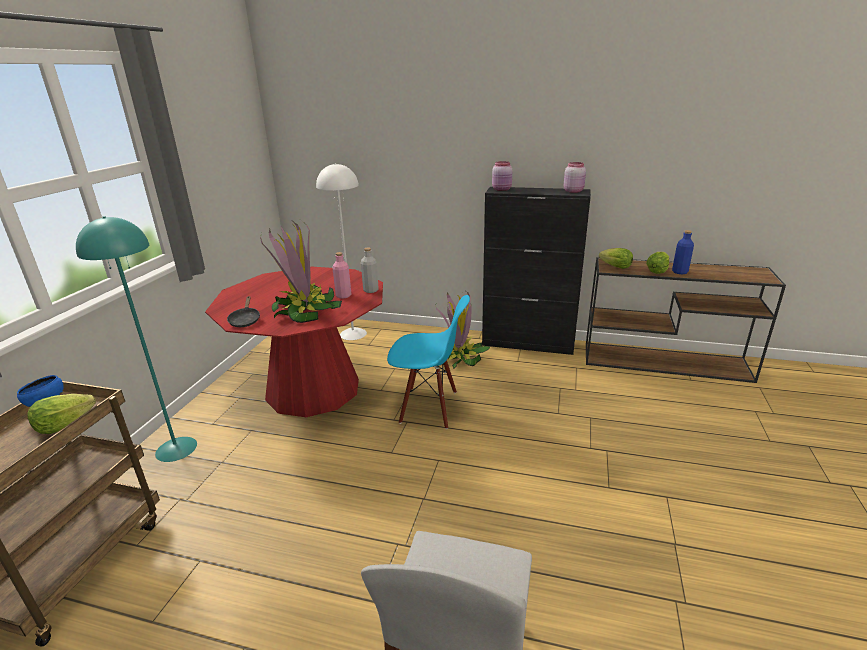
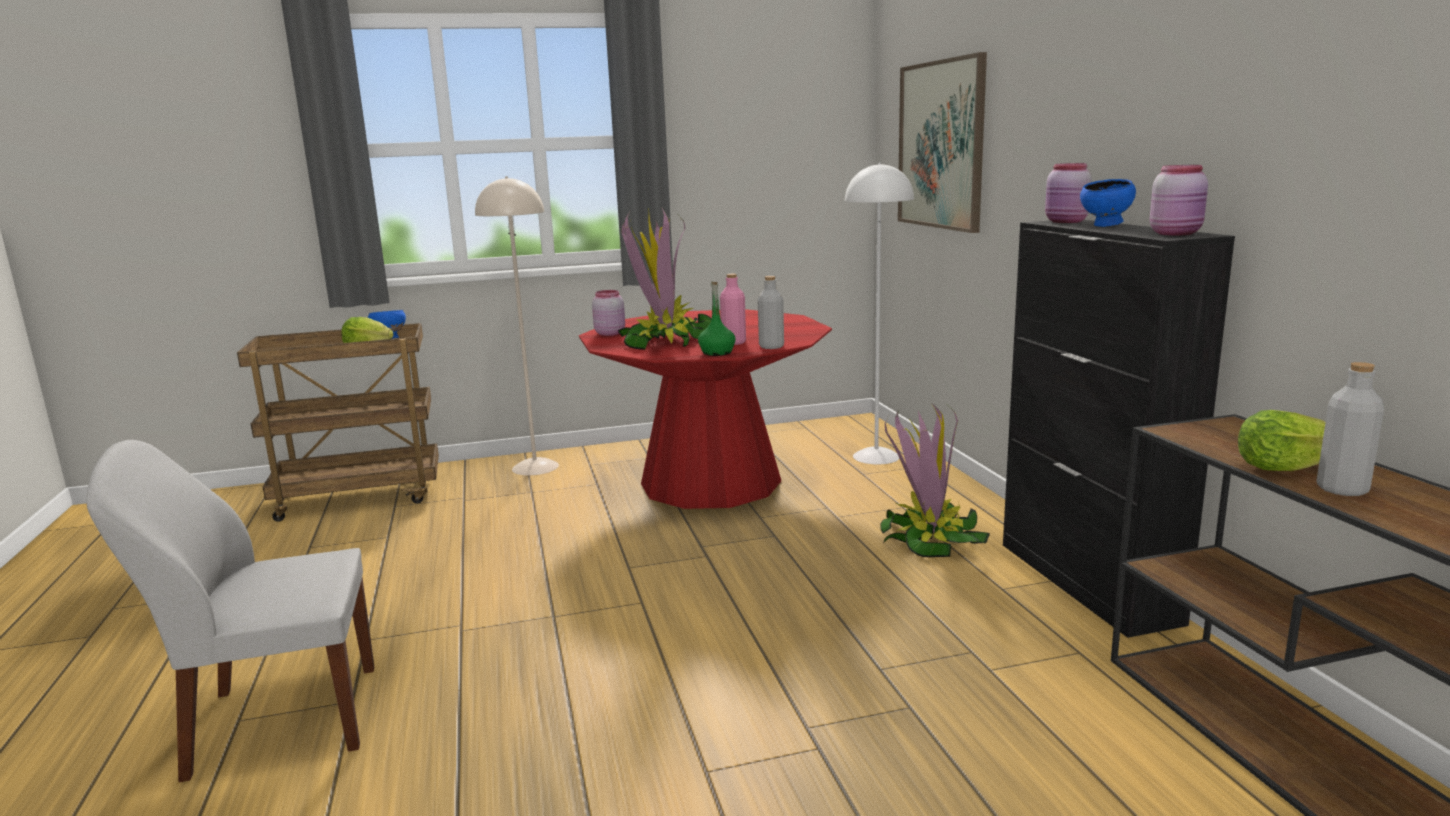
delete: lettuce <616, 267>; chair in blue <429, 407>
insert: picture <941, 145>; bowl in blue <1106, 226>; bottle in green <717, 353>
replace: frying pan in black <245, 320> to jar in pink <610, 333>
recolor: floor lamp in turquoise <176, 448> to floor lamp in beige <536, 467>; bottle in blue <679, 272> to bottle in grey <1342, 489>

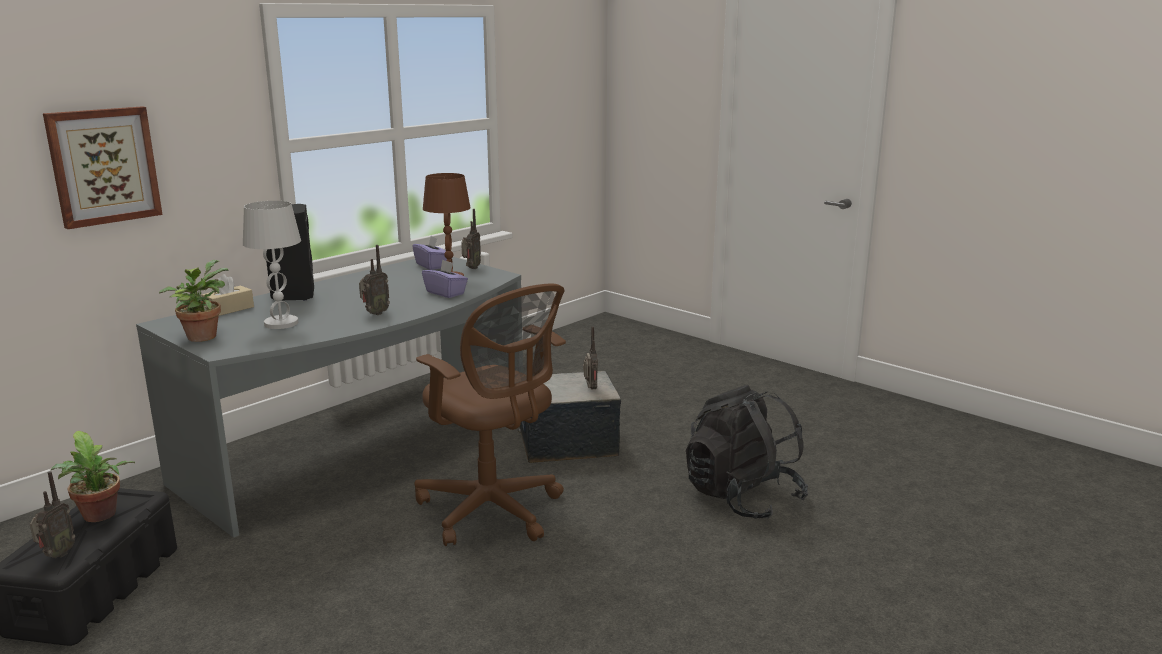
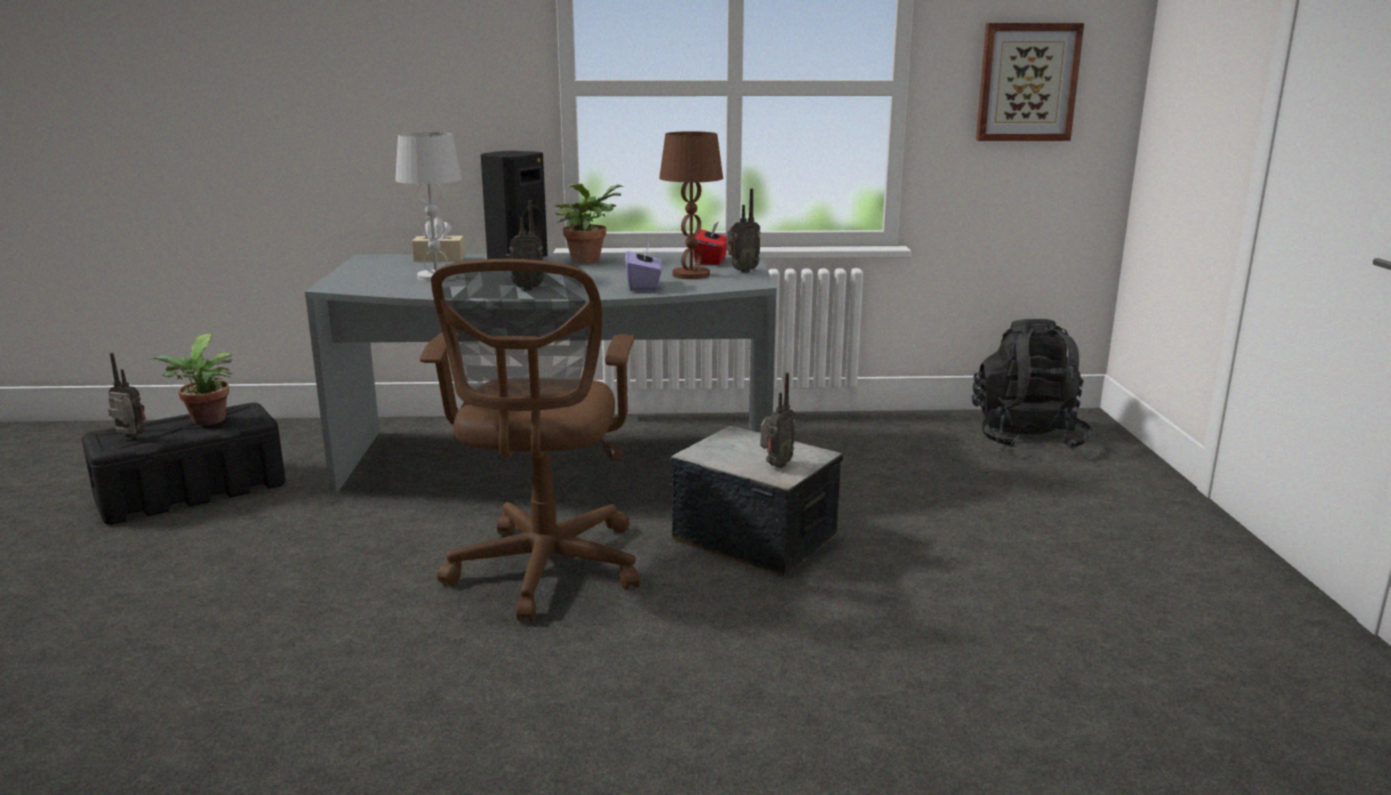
move: picture <103, 166> to <1027, 82>; potted plant <202, 336> to <588, 259>; backpack in black <742, 497> to <1026, 438>
recolor: tissue box in purple <432, 266> to tissue box in red <711, 261>
rotate: radio <56, 555> = <130, 438> 135 degrees counterclockwise

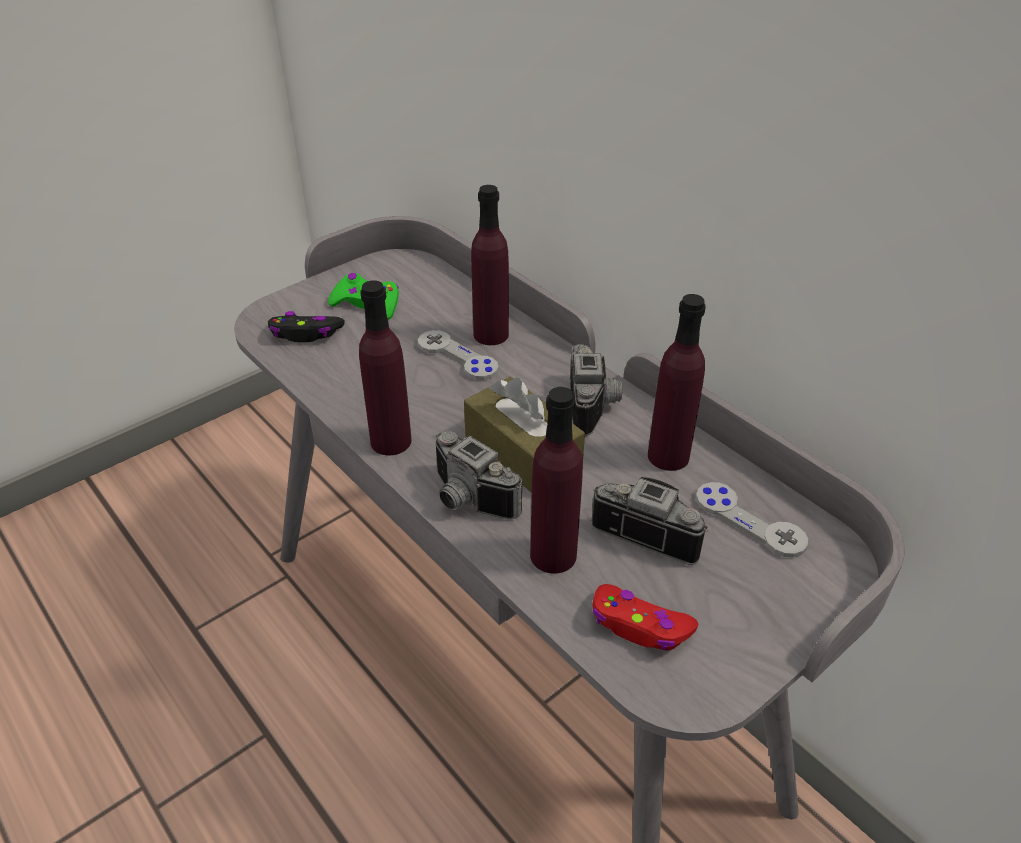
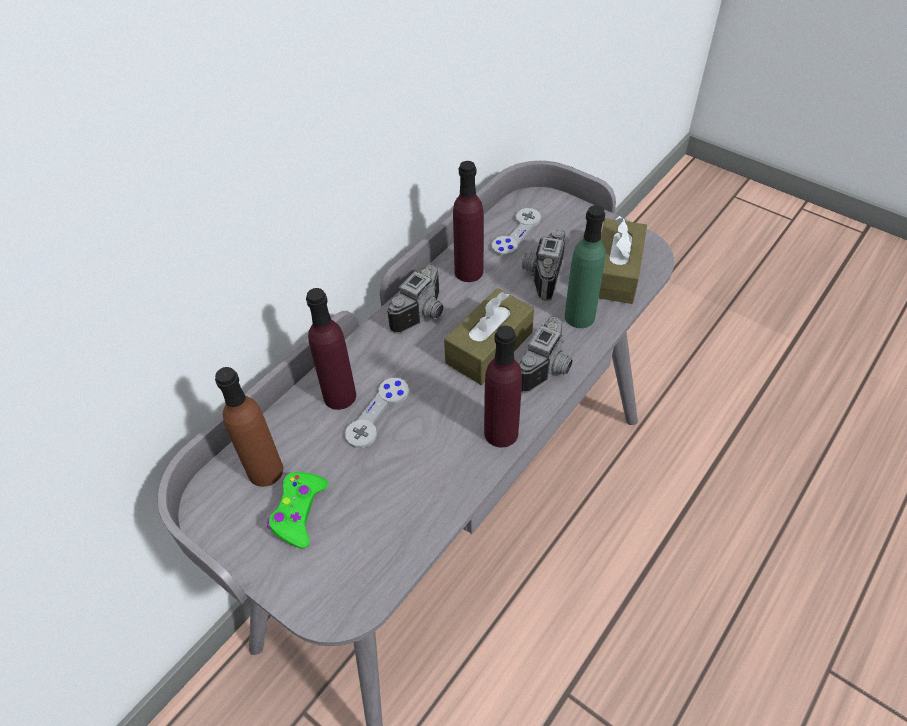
delete: game controller in black <306, 334>
insert: bottle in brown <265, 471>
replace: game controller in red <640, 626> to tissue box in brown <616, 273>
recolor: bottle in purple <553, 555> to bottle in green <579, 316>
rotate: photo camera <595, 406> = <424, 314> 135 degrees clockwise

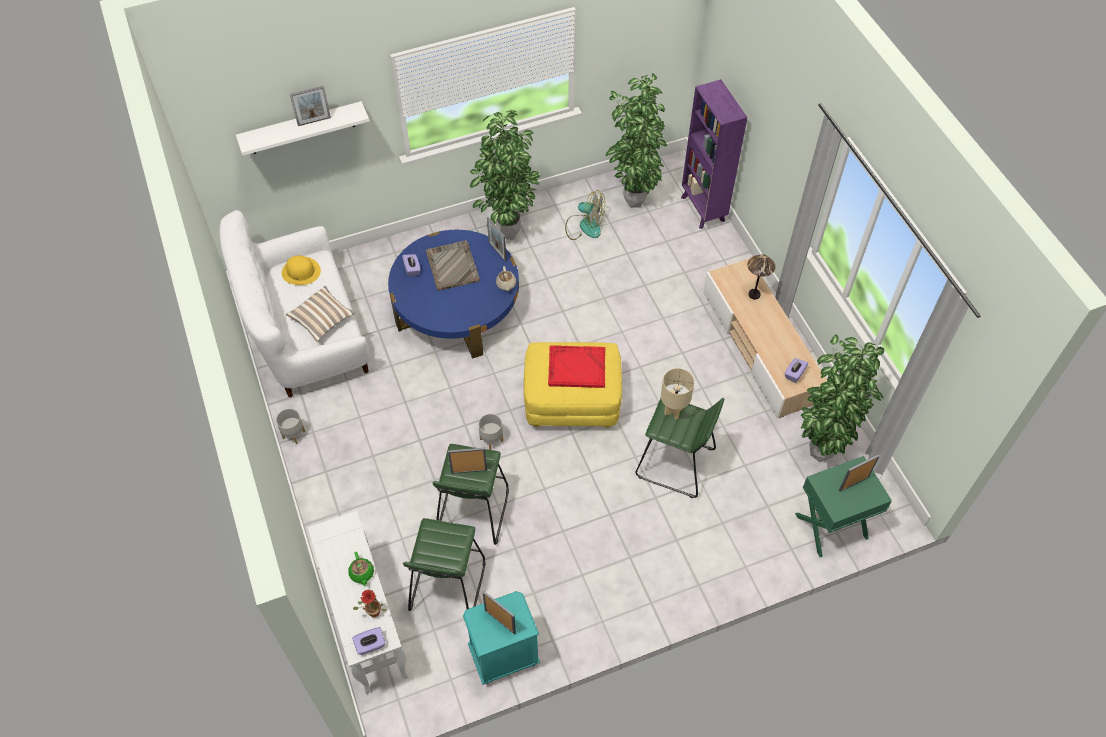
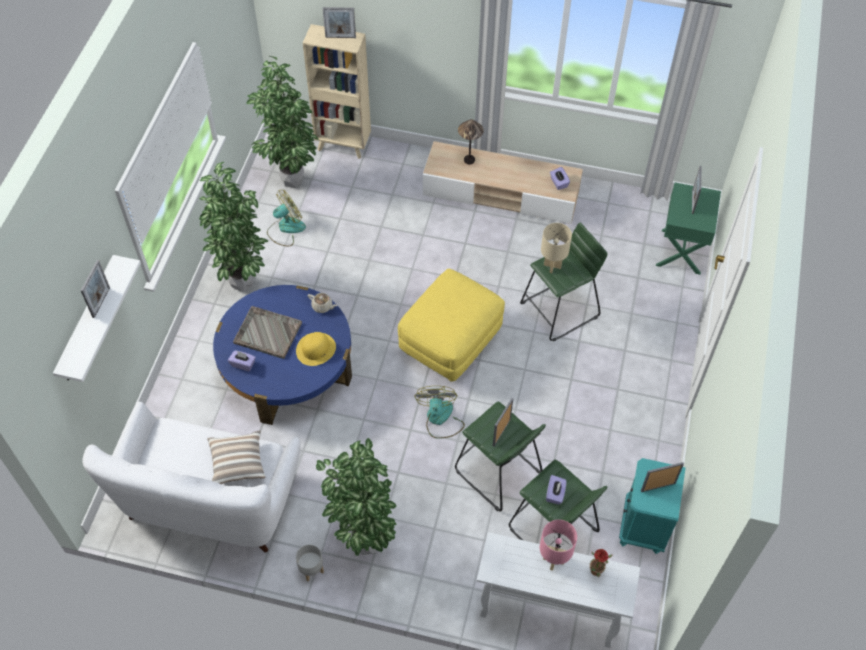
delete: tray in red <576, 367>
move: picture frame <497, 251> to <340, 37>; hat in yellow <301, 271> to <316, 349>; potted plant <820, 449> to <364, 543>; tissue box in purple <370, 645> to <555, 494>
replace: planter in grey <491, 439> to fan <440, 419>; teapot in green <362, 574> to table lamp in pink <553, 560>
recolor: bookcase in purple <703, 210> to bookcase in beige <343, 145>

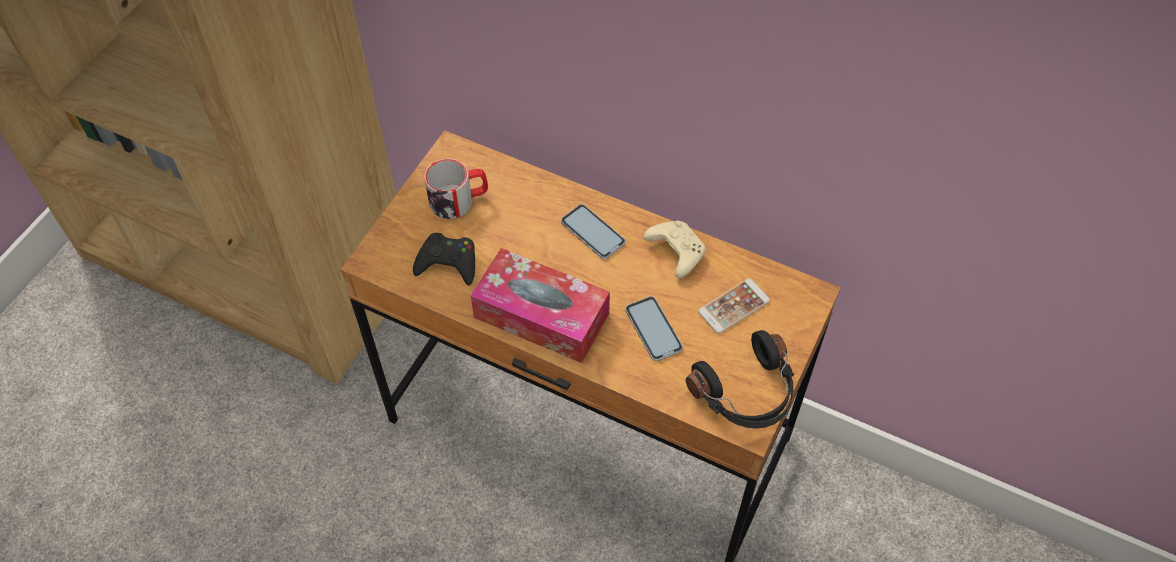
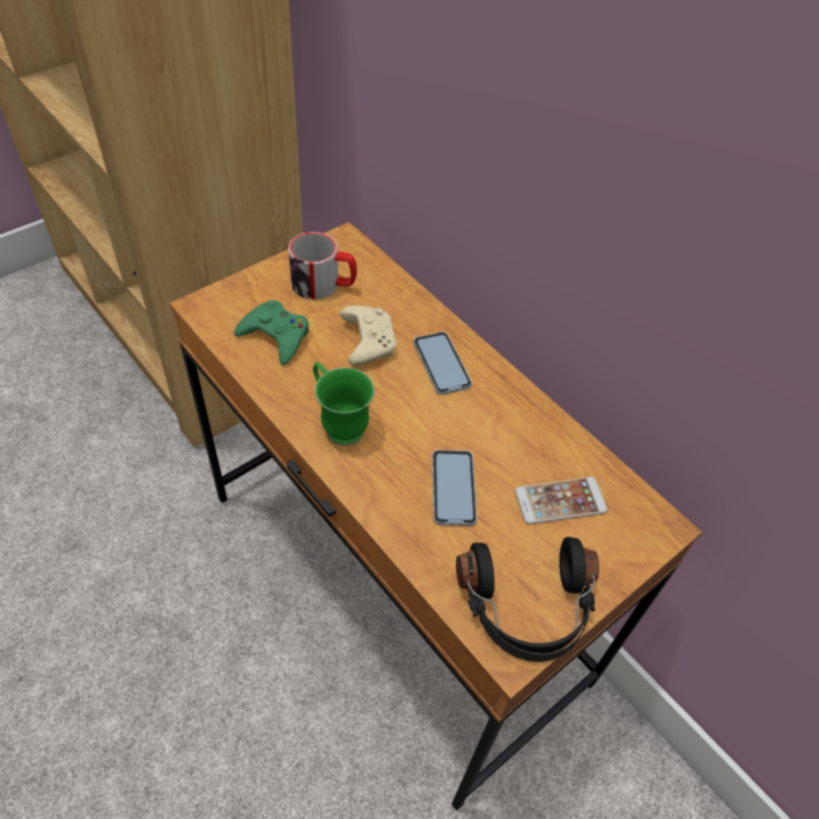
move: game controller in beige <675, 251> to <367, 341>
replace: tissue box <541, 315> to mug in green <338, 424>
recolor: game controller in black <448, 262> to game controller in green <276, 336>

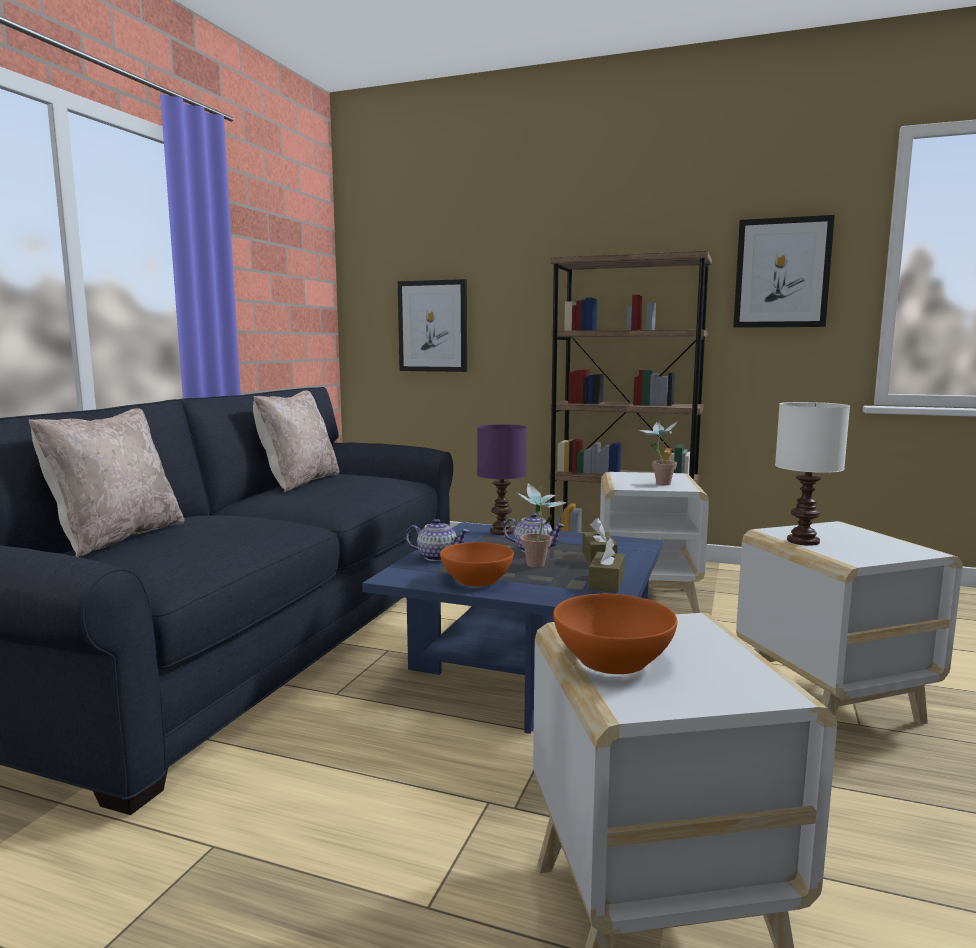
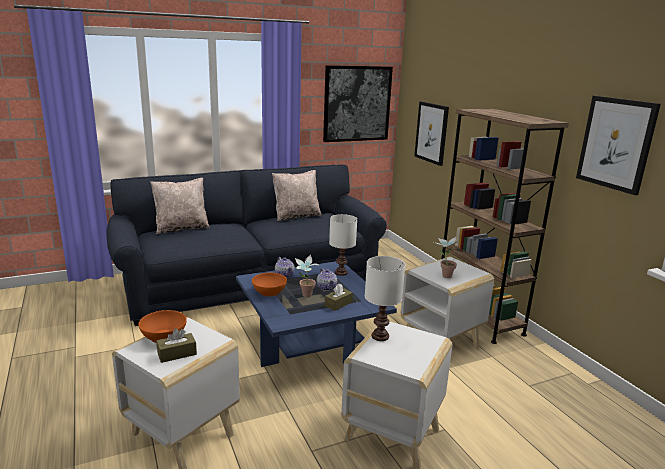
insert: picture <357, 104>
move: tissue box in brown <606, 582> to <177, 354>
recolor: table lamp in purple <501, 532> to table lamp in white <341, 272>

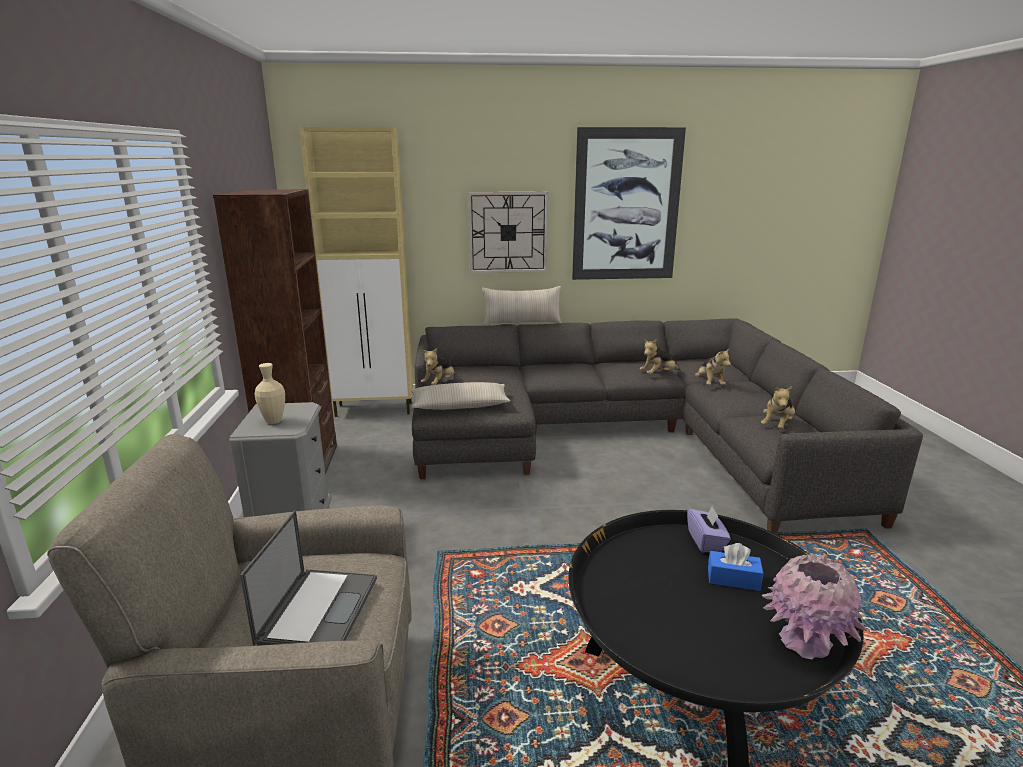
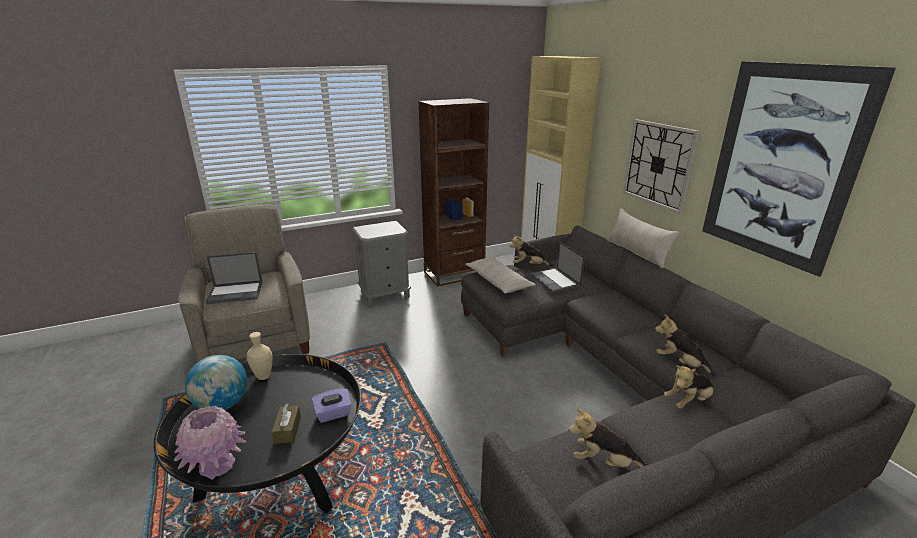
insert: laptop <555, 280>; globe <222, 404>
move: vase in beige <274, 421> to <263, 376>
recolor: tissue box in blue <733, 579> to tissue box in brown <288, 430>

